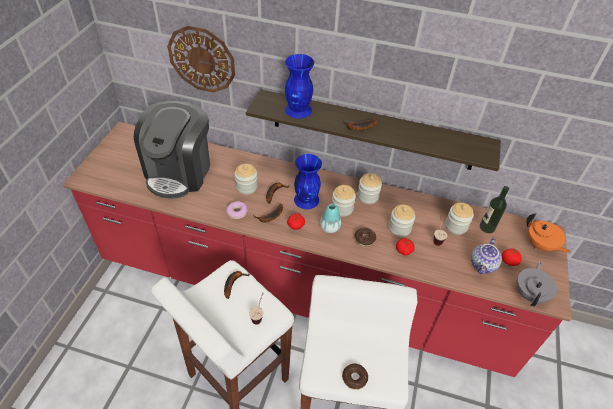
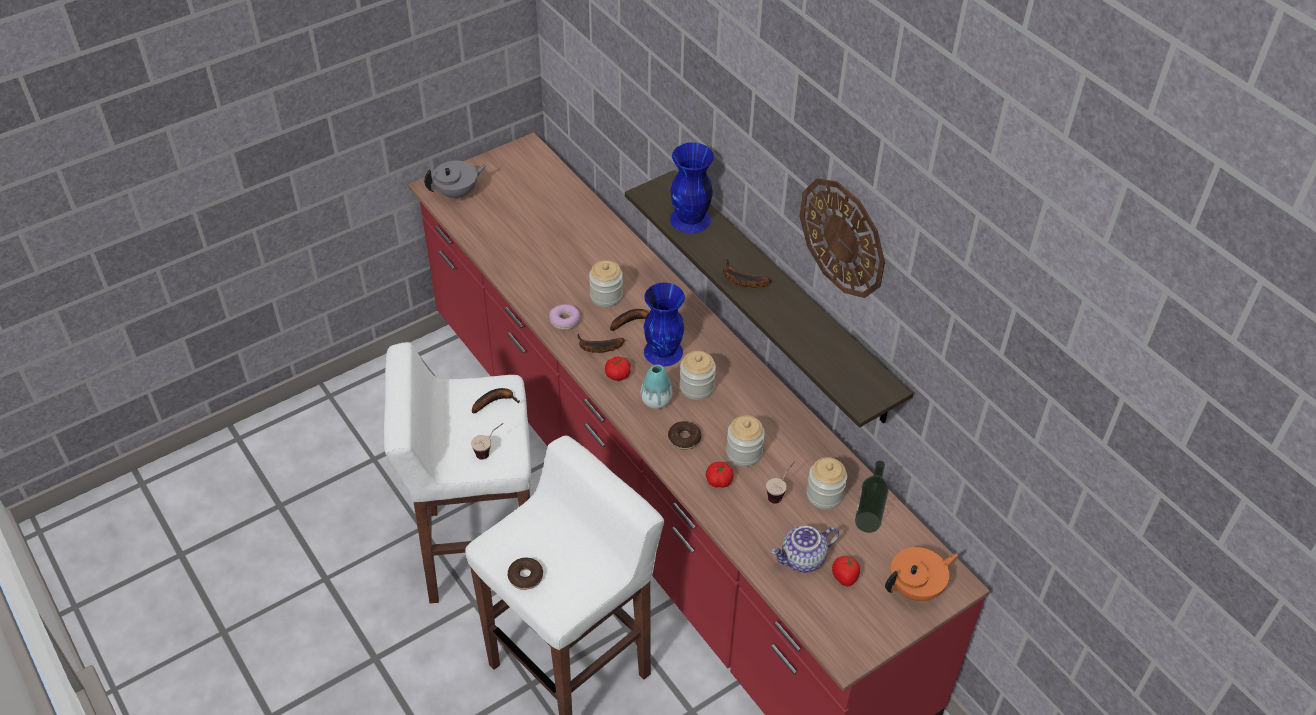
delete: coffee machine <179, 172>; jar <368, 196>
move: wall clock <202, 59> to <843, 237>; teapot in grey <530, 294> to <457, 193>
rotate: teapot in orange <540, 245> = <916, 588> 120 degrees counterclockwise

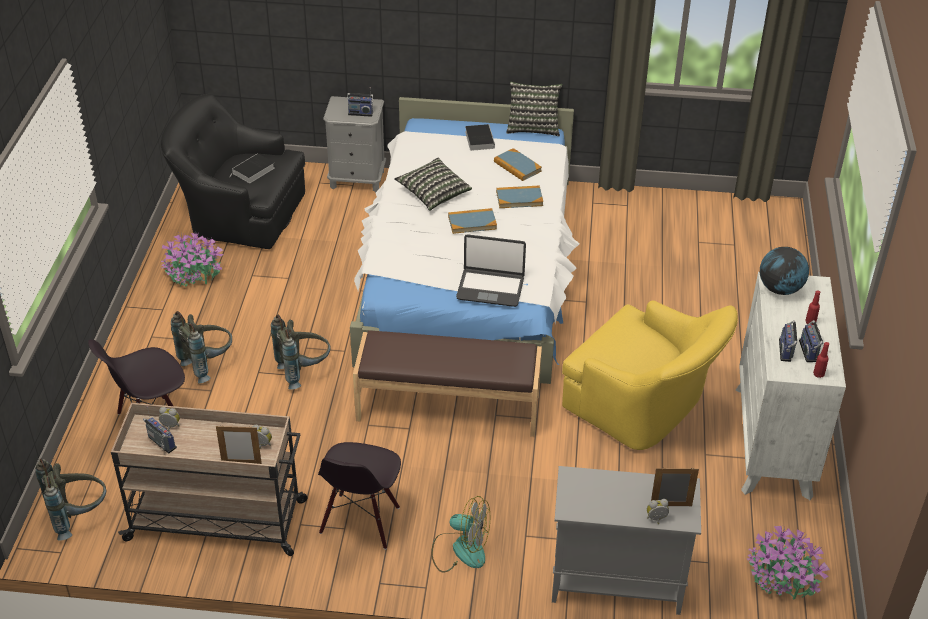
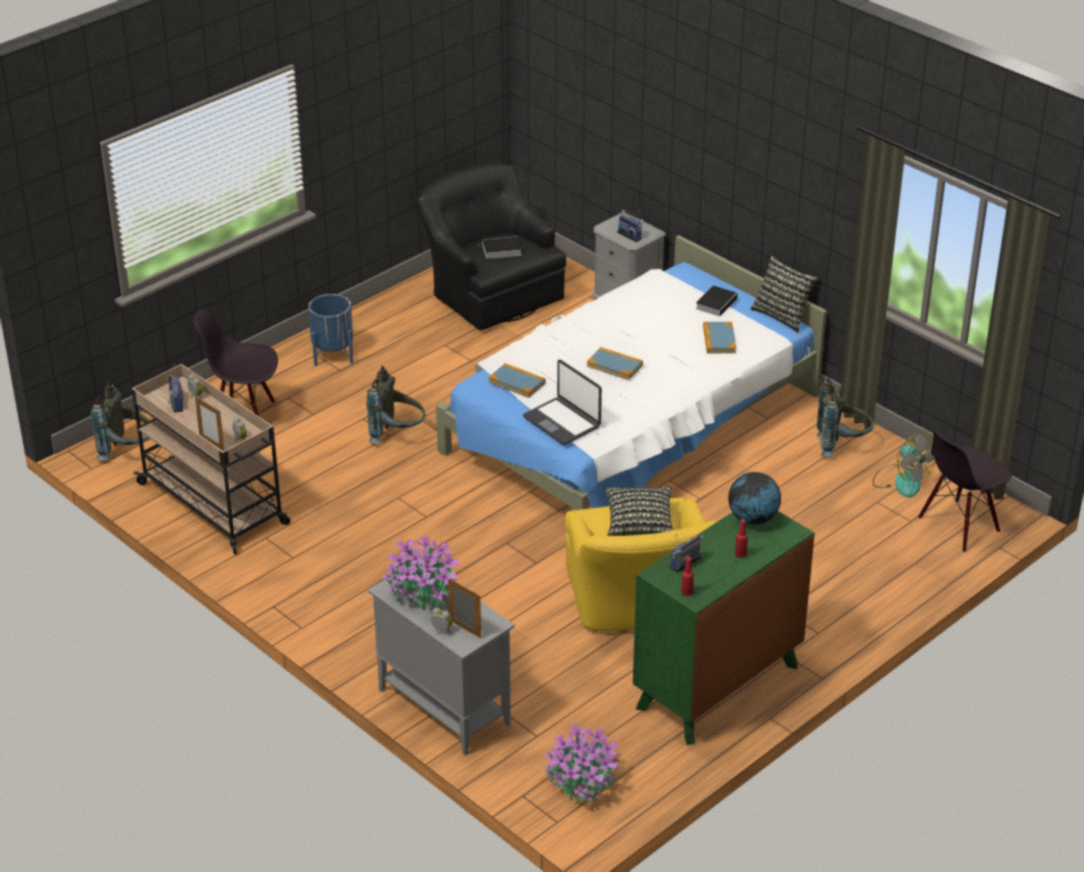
delete: radio <809, 351>; bench in brown <448, 406>
insert: planter in blue <333, 353>
move: pillow <433, 193> to <639, 522>; book <519, 198> to <517, 382>; potted plant <194, 274> to <423, 593>; backpack in grey <208, 364> to <841, 445>; chair in black <361, 521> to <959, 526>; fan <460, 549> to <902, 480>
recolor: dresser in white <773, 441> to dresser in green <717, 687>

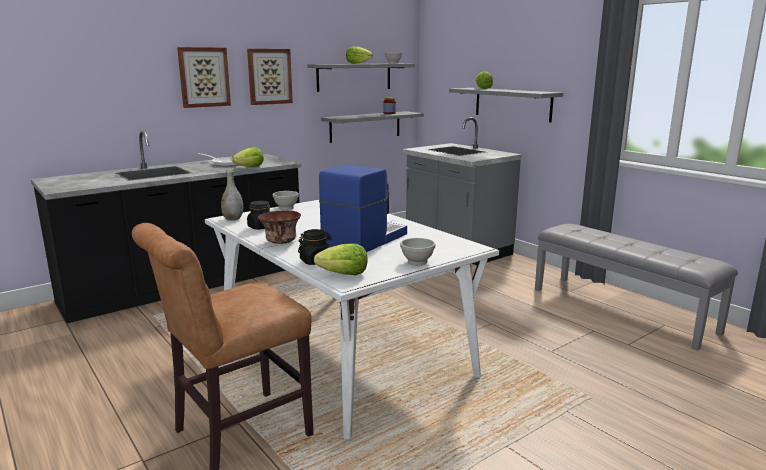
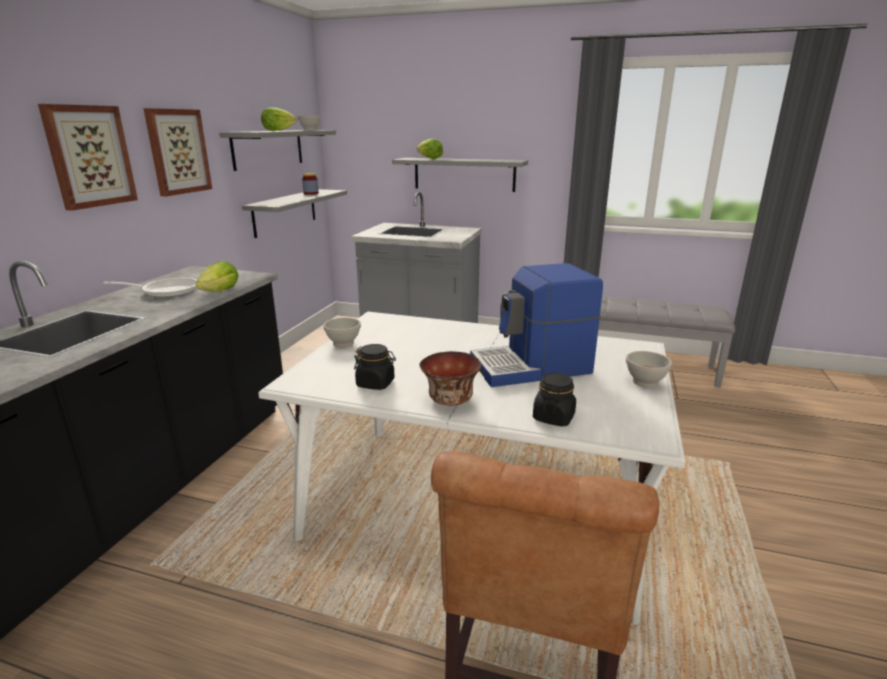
delete: vase in grey <233, 219>; lettuce <344, 274>
rotate: coffee machine <363, 240> = <532, 367> 105 degrees counterclockwise

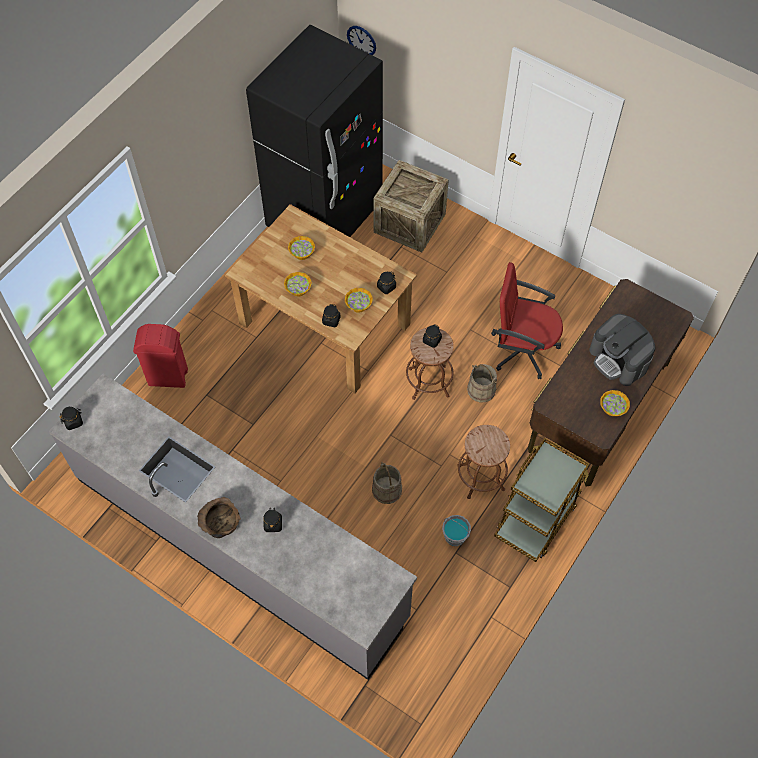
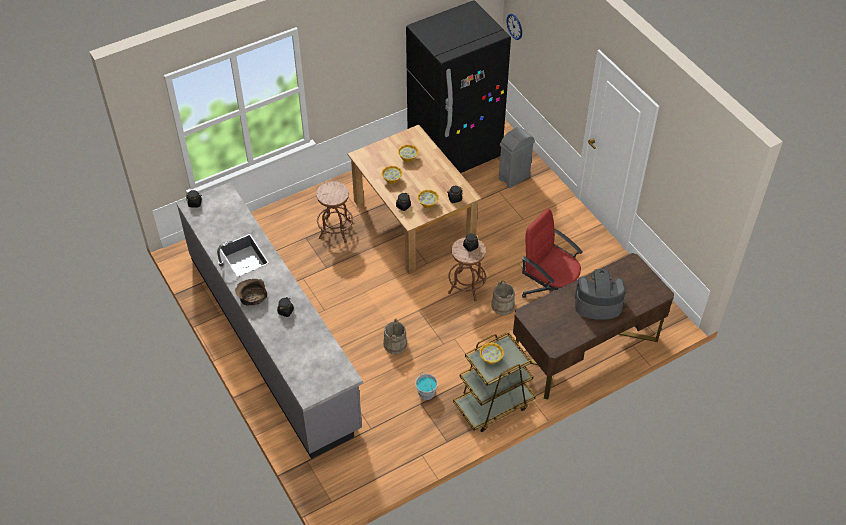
delete: trash can in red <167, 377>
move: bowl <612, 409> to <491, 358>; stool in brown <481, 477> to <335, 230>
replace: crate <409, 223> to trash can in grey <514, 178>
rotate: coffee machine <619, 359> = <597, 304> 105 degrees clockwise

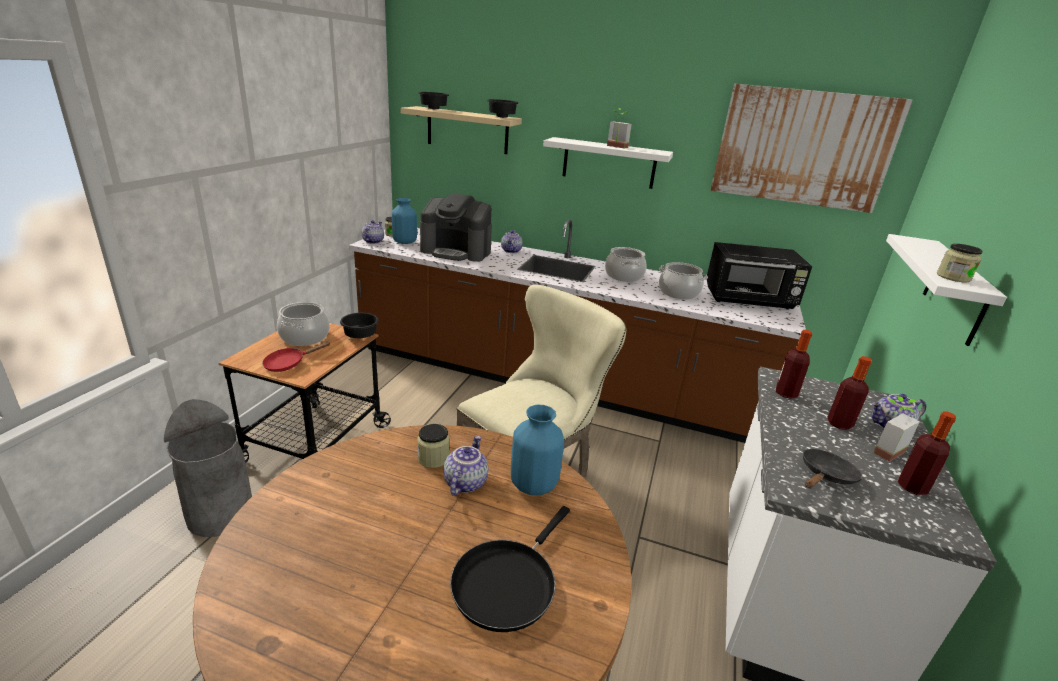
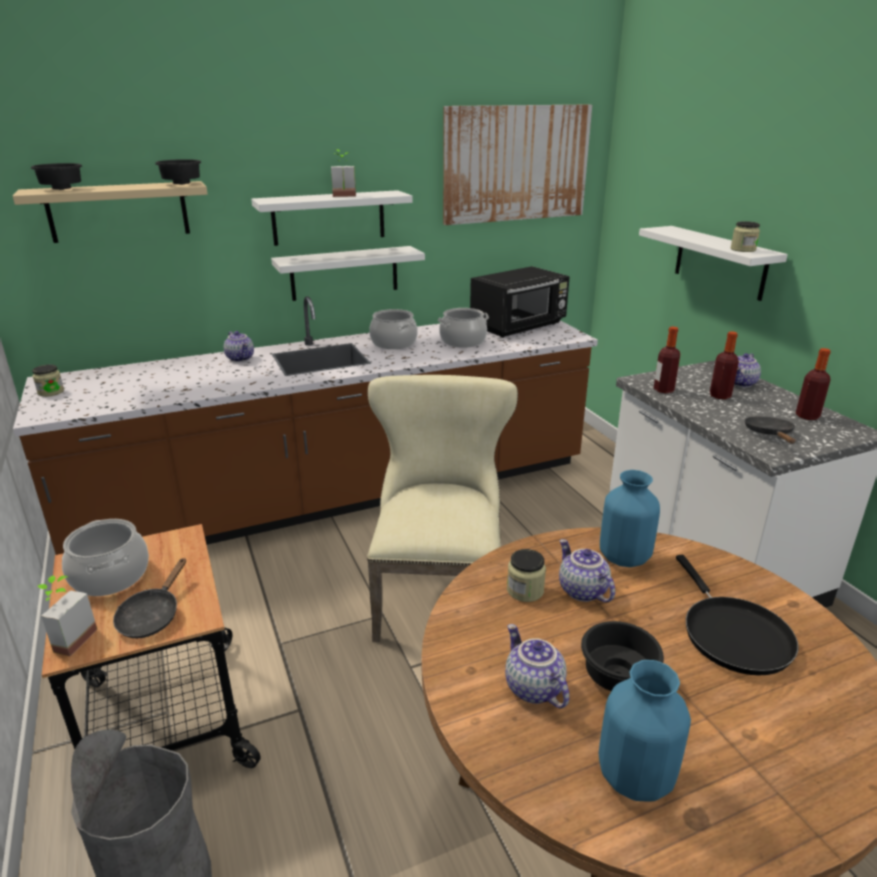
delete: coffee machine <456, 251>
insert: shelf in white <344, 273>
move: vase in blue <405, 242> to <635, 775>; teapot <373, 241> to <532, 688>; bowl in black <359, 336> to <618, 678>; potted plant <882, 448> to <68, 639>
recolor: frying pan in red <289, 364> to frying pan in black <152, 616>

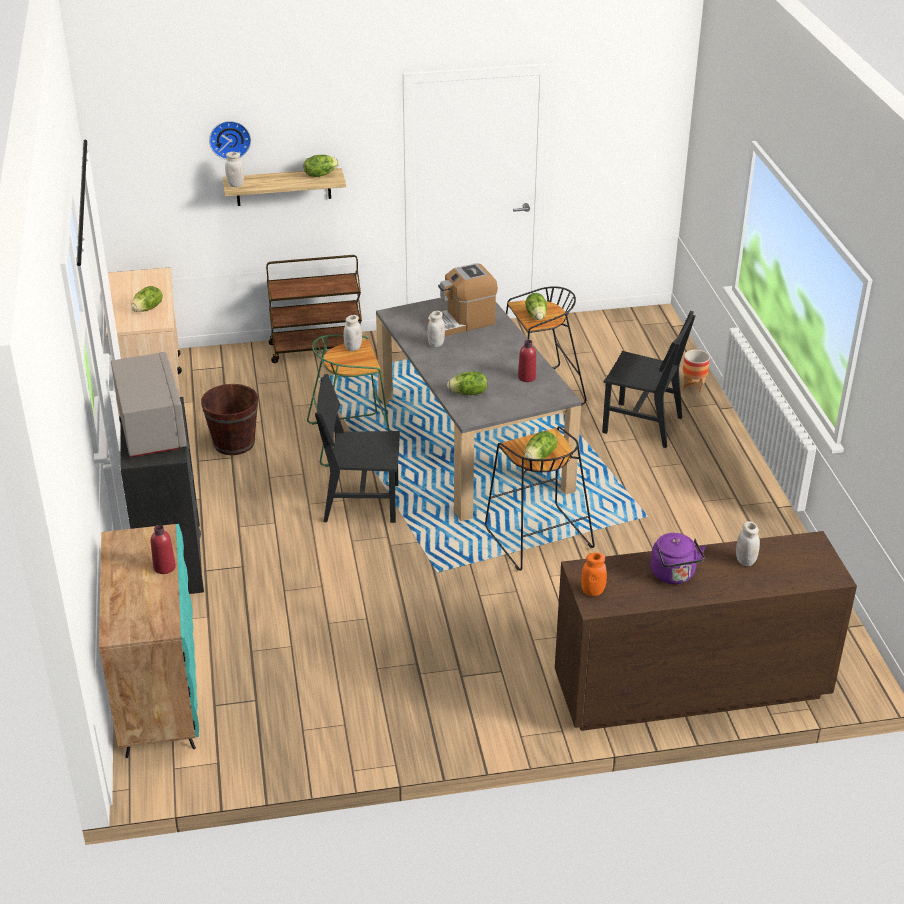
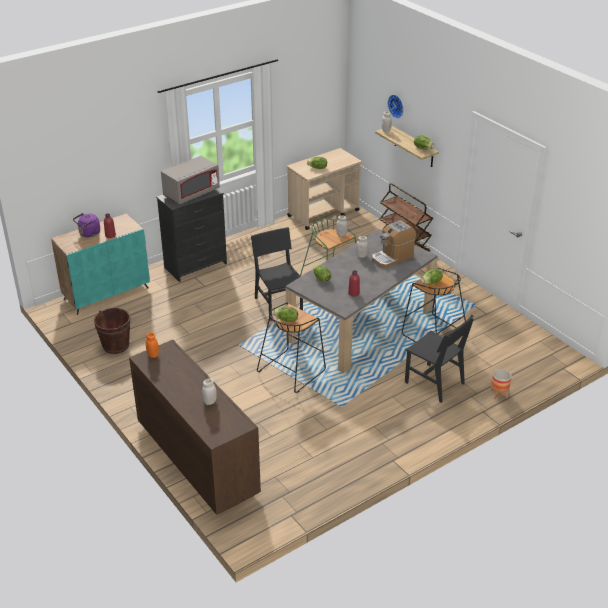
move: bucket in brown <234, 443> to <116, 345>; kettle in purple <674, 575> to <88, 234>
rotate: coffee machine <461, 322> = <392, 257> 75 degrees counterclockwise; chair in black <642, 425> = <434, 383> 45 degrees counterclockwise

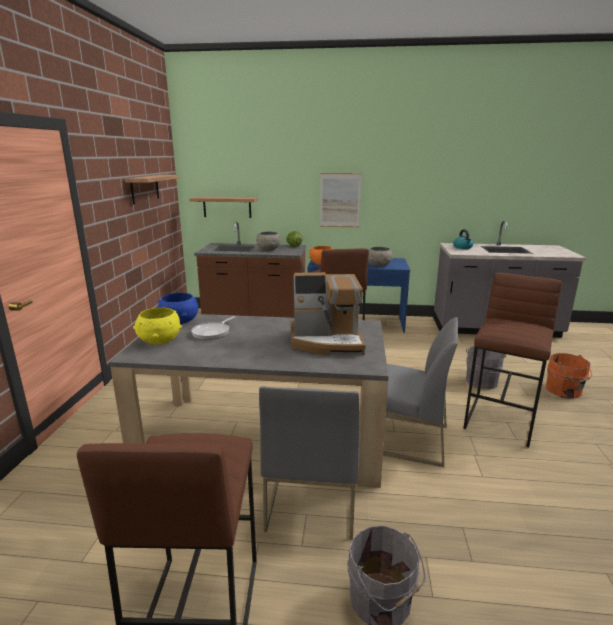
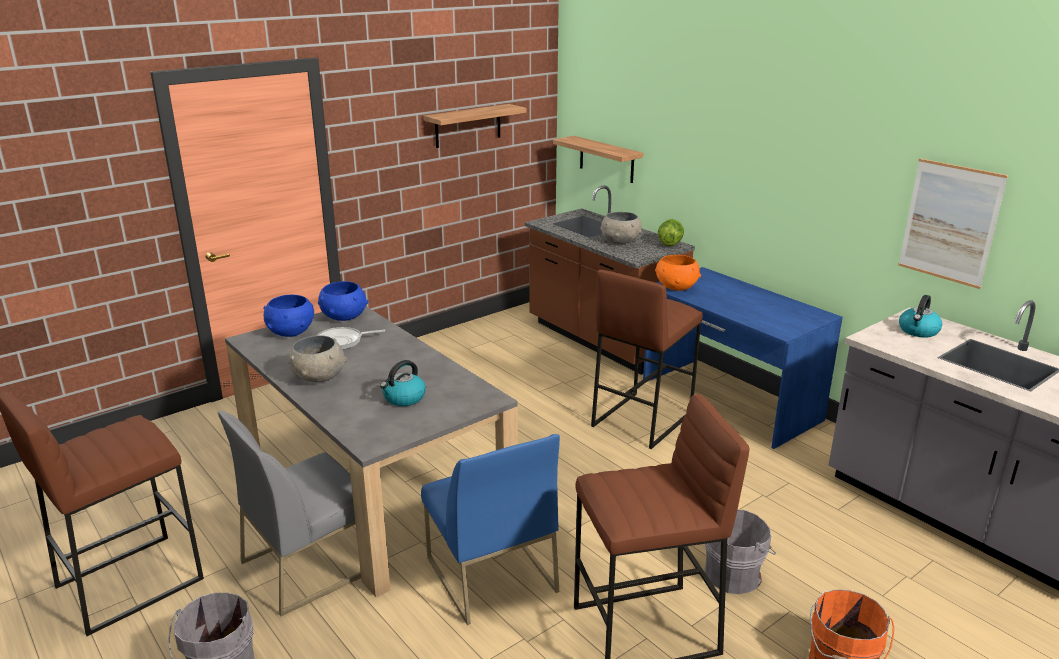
move: picture <340, 200> to <950, 223>; bowl in grey <379, 265> to <318, 377>
replace: coffee machine <326, 341> to kettle <404, 398>
recolor: bowl in yellow <159, 340> to bowl in blue <291, 332>; chair in grey <406, 438> to chair in blue <489, 574>

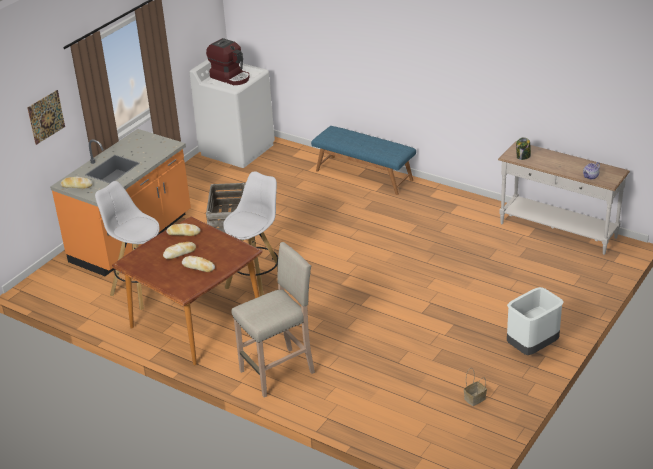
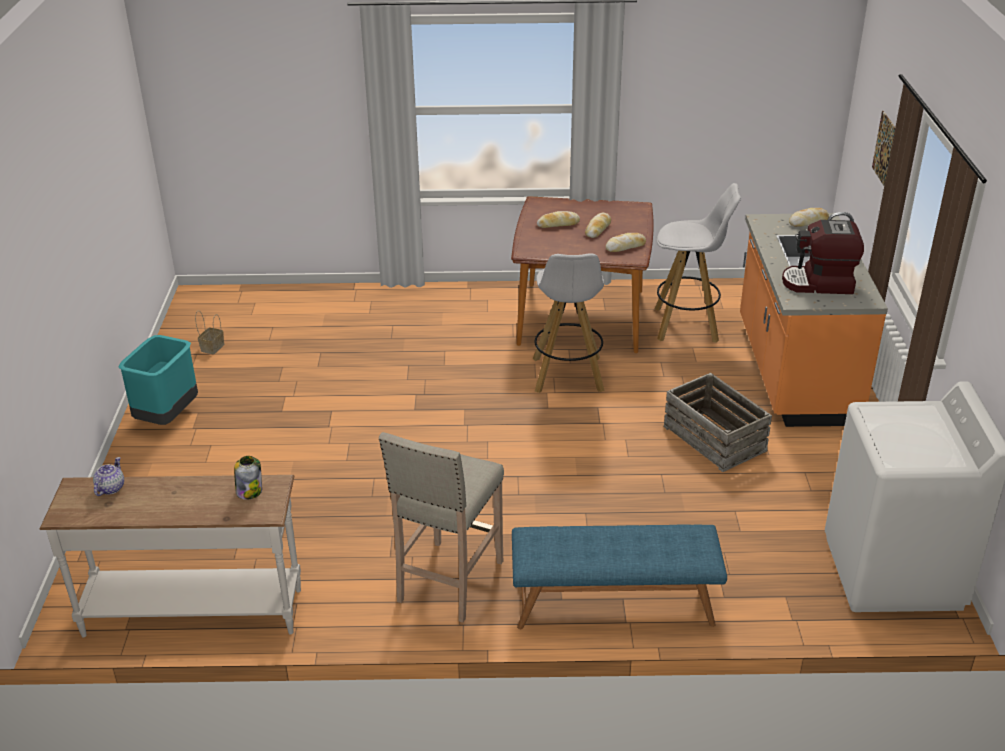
move: coffee machine <230, 77> to <819, 283>; stool in beige <279, 371> to <448, 582>
recolor: trash can in white <532, 348> to trash can in turquoise <167, 416>

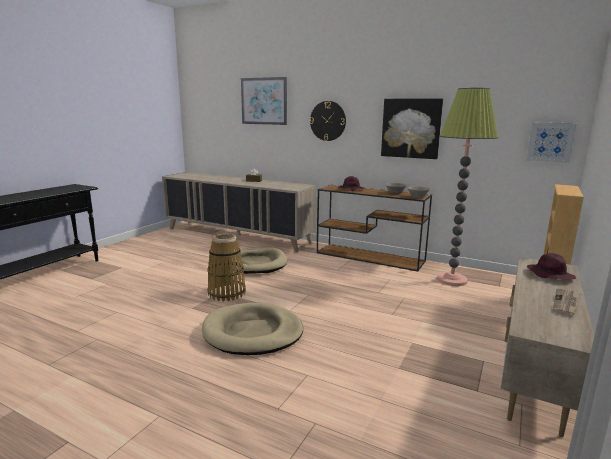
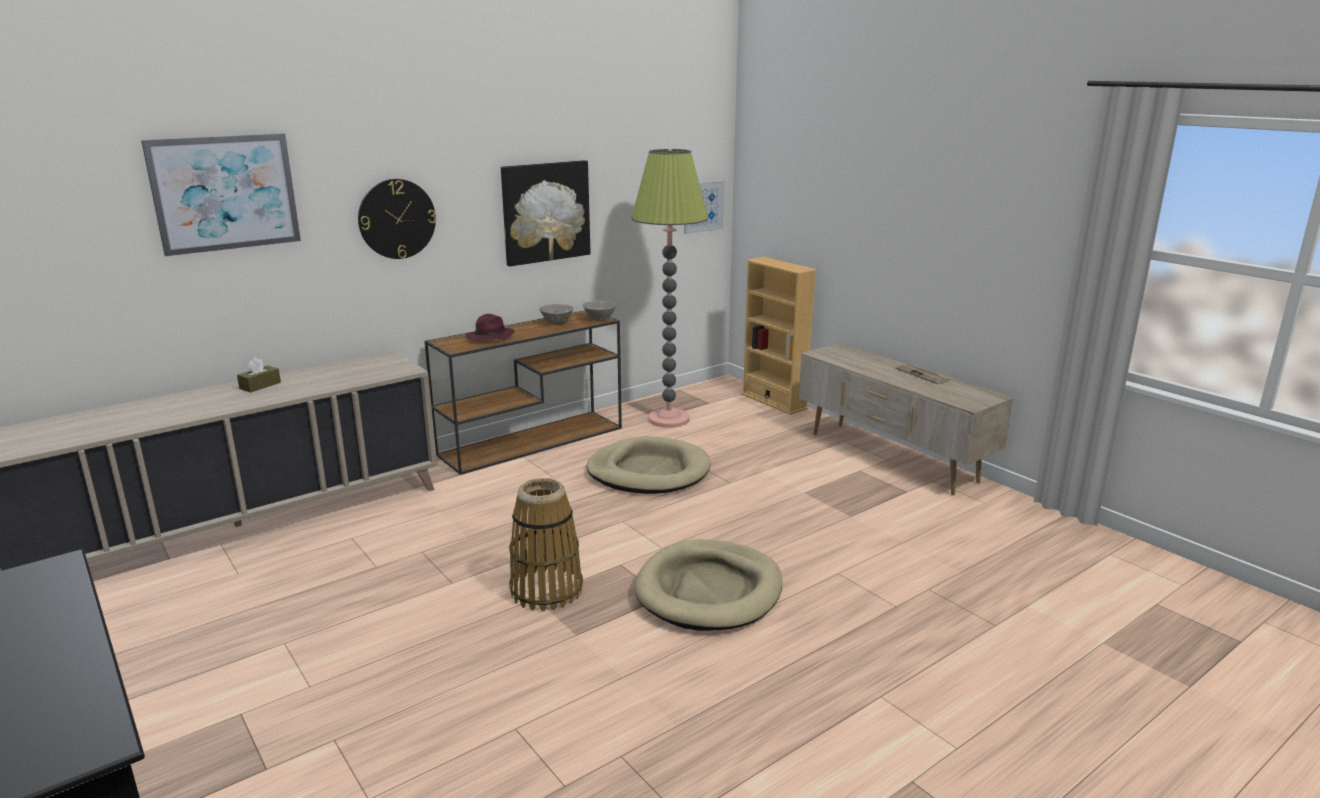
delete: hat in purple <549, 274>
move: dog bed in beige <256, 263> to <648, 471>

